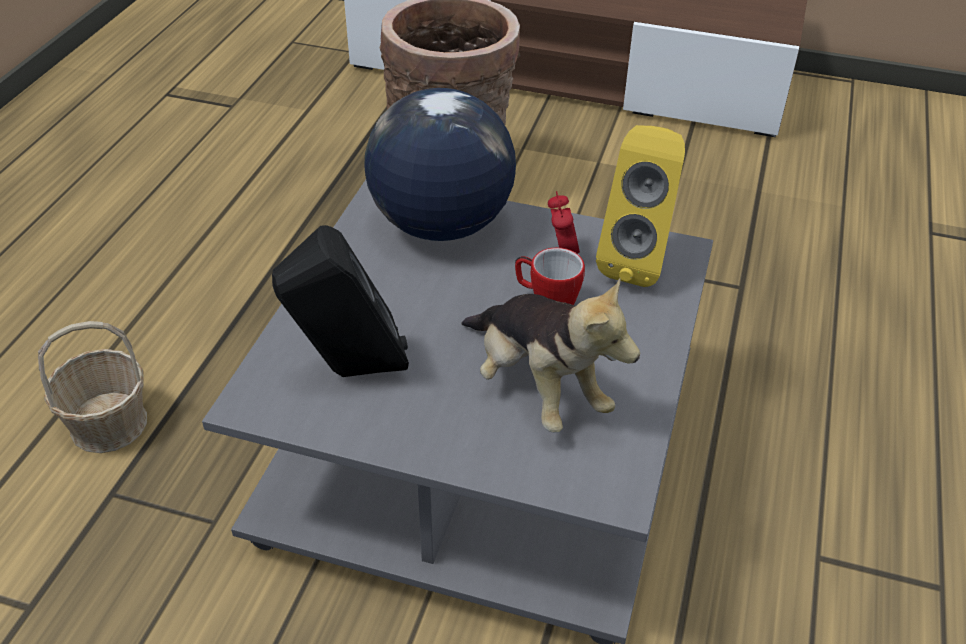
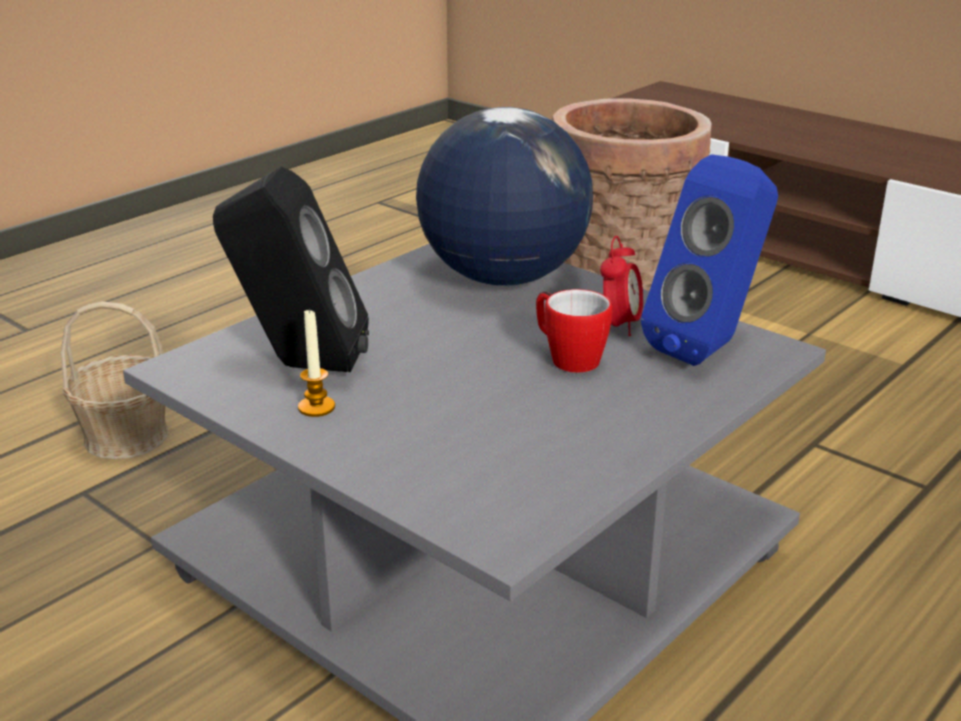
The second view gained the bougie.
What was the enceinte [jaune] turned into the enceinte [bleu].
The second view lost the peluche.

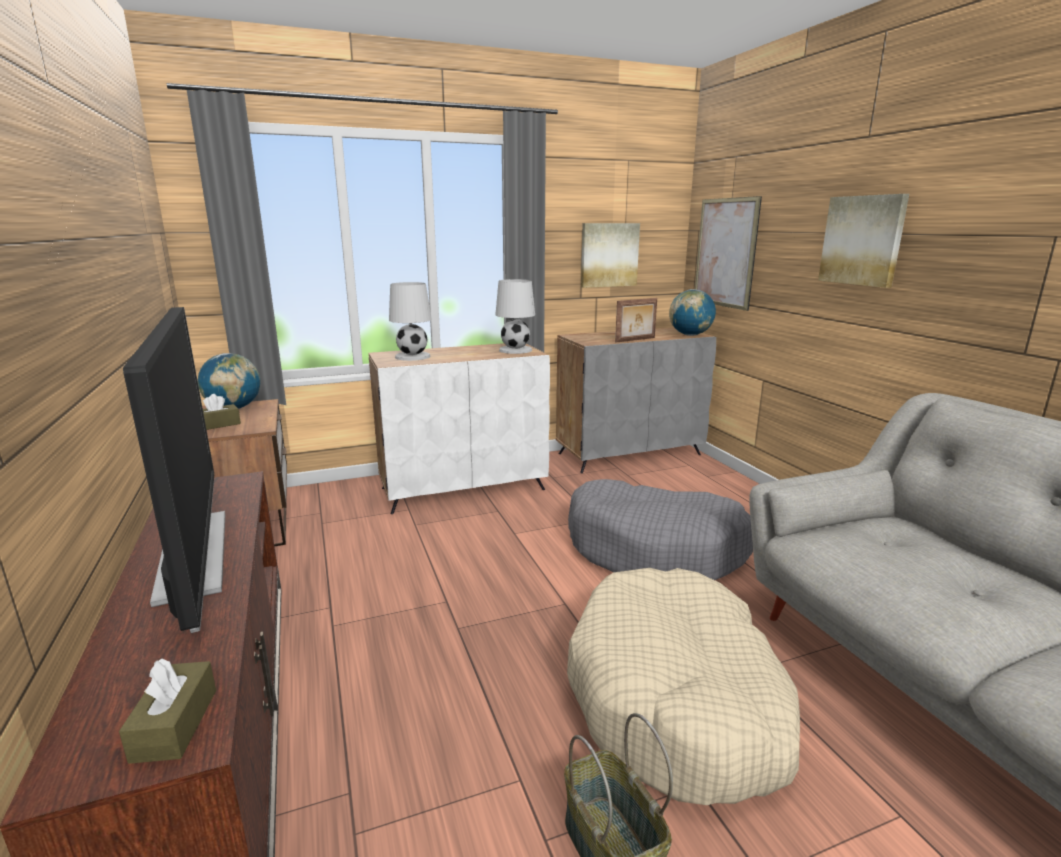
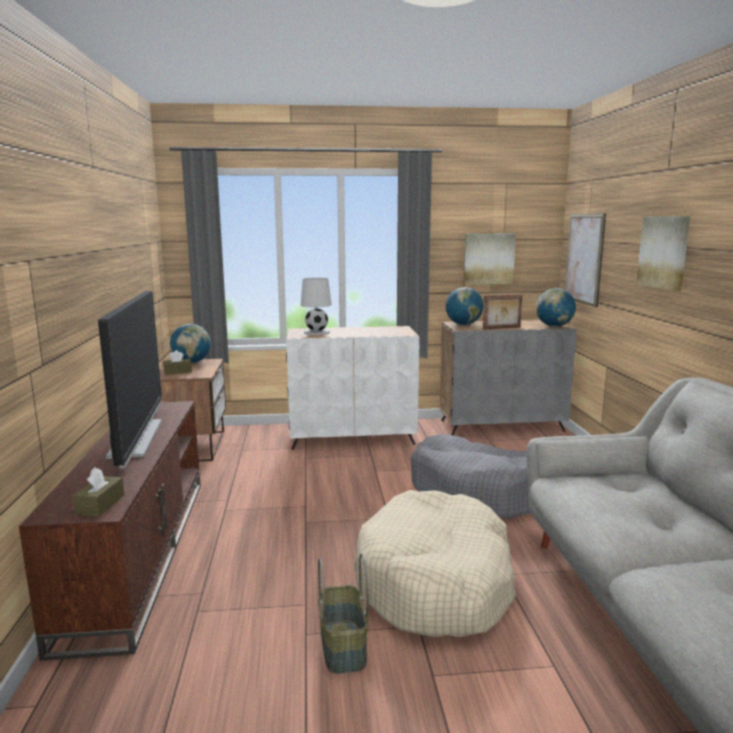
The second view gained the globe (2nd from left).
The second view lost the lampe de table [blanc] (2nd from left).

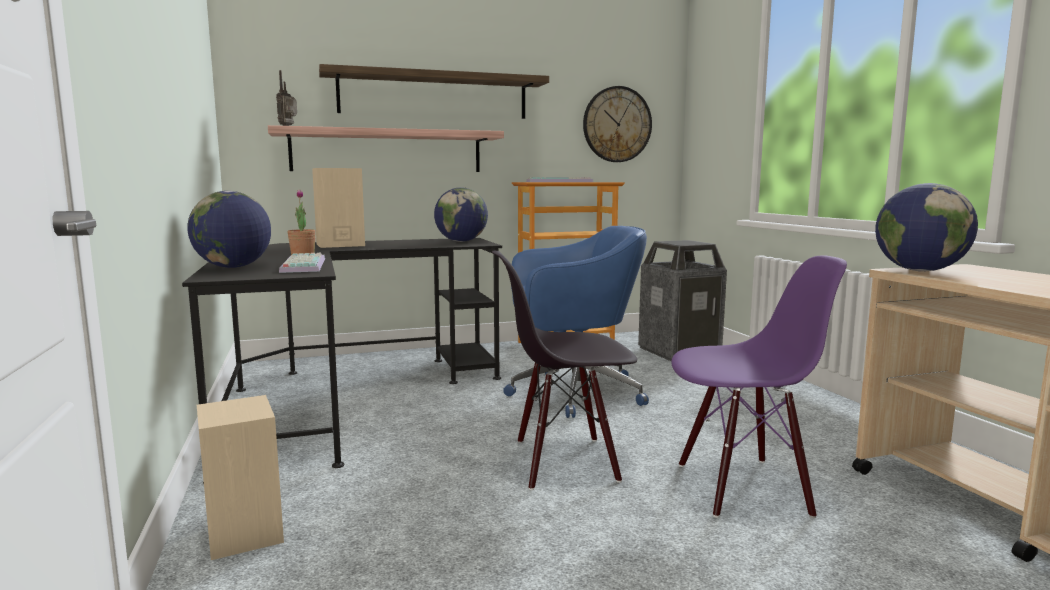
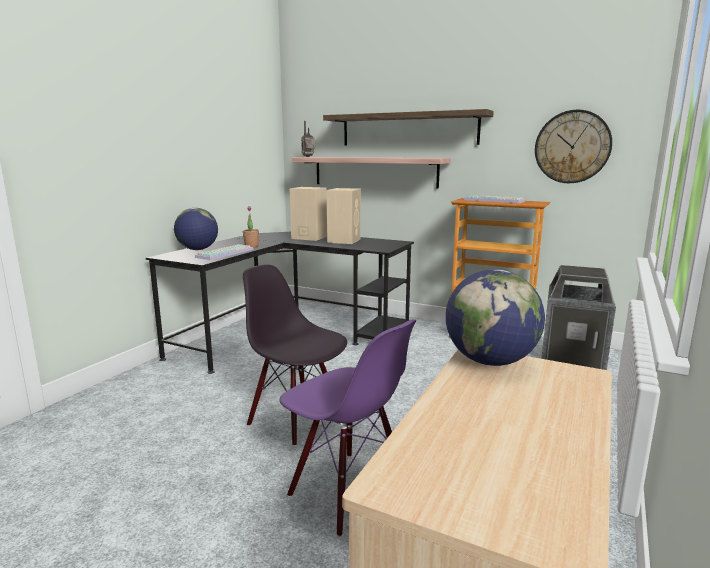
The enceinte [beige] (1st from left in the first image) ended up elsewhere.
The second view lost the globe (2nd from left).
The second view lost the chaise de bureau [bleu].

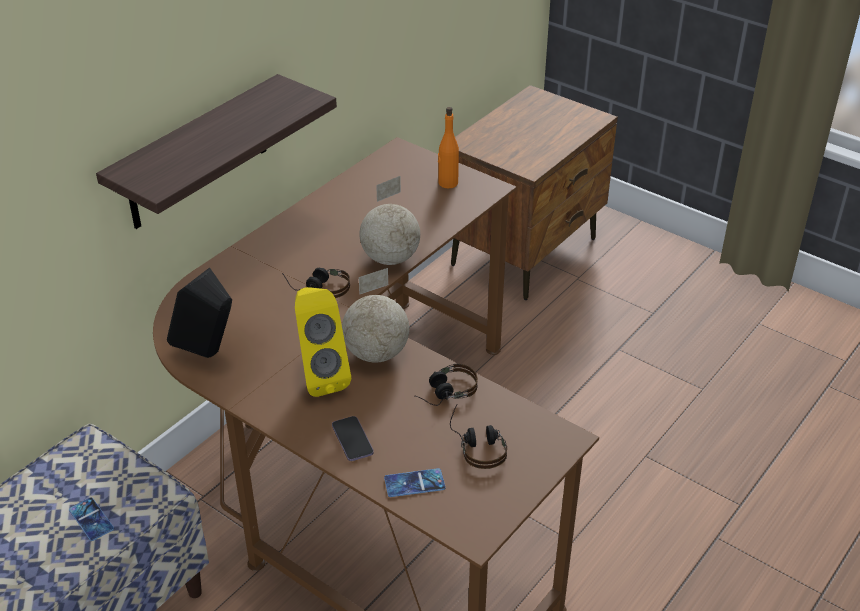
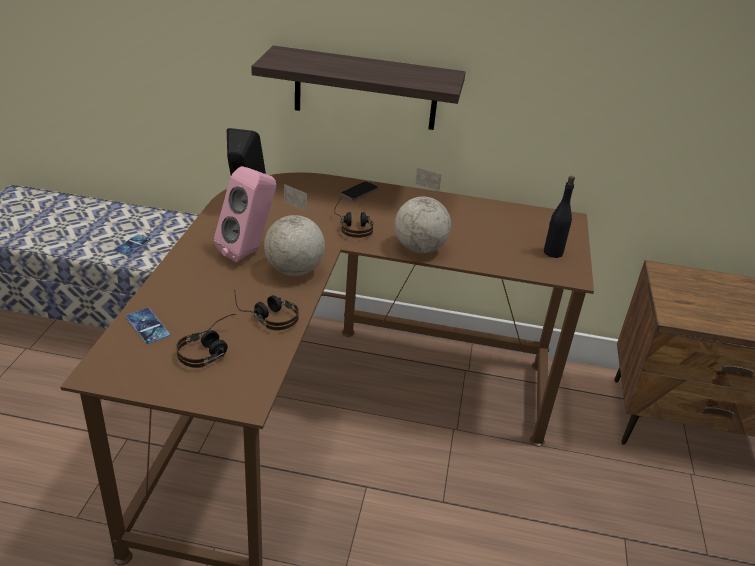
What was the enceinte [jaune] turned into the enceinte [rose].
The téléphone (2nd from left in the first image) ended up elsewhere.
What was the bouteille [orange] turned into the bouteille [noir].

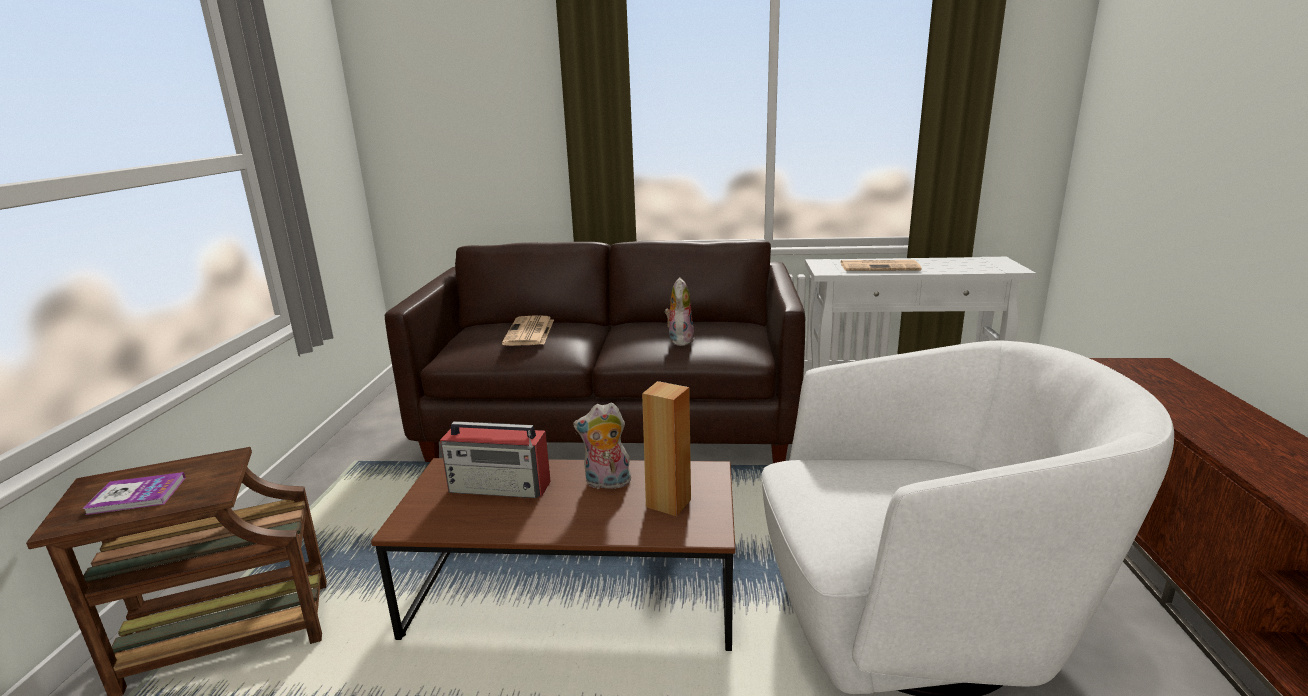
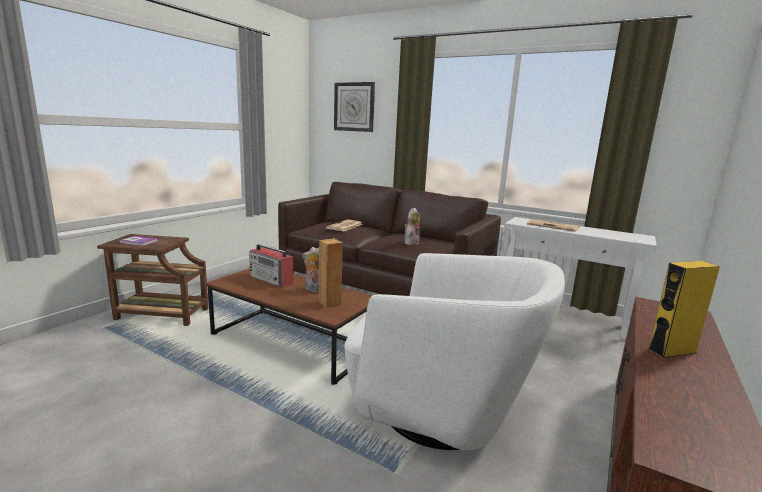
The second view gained the horloge murale.
The second view gained the enceinte [jaune].

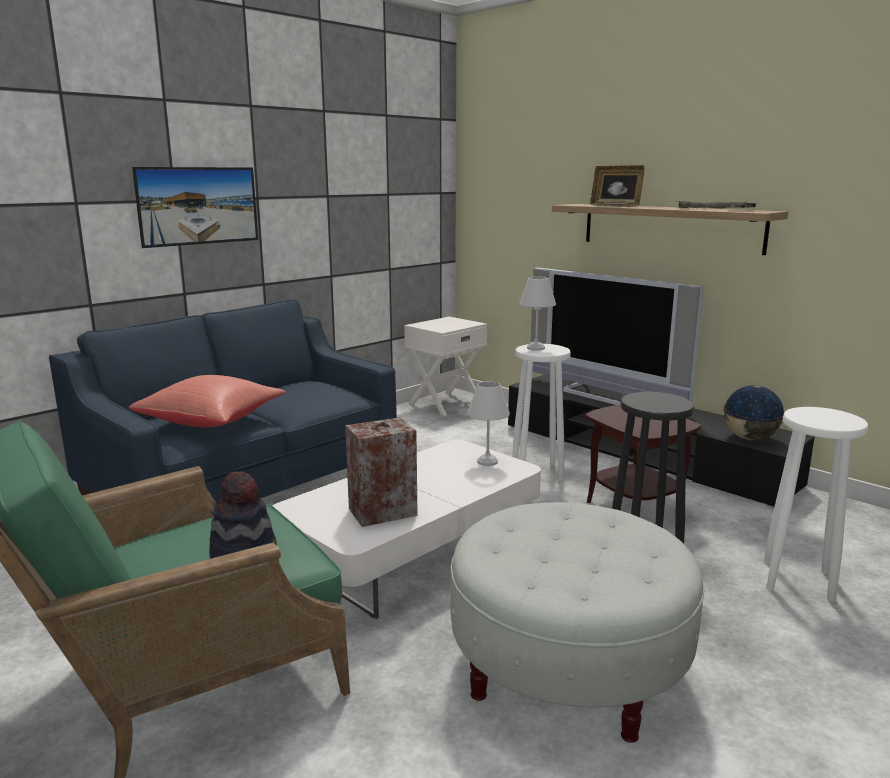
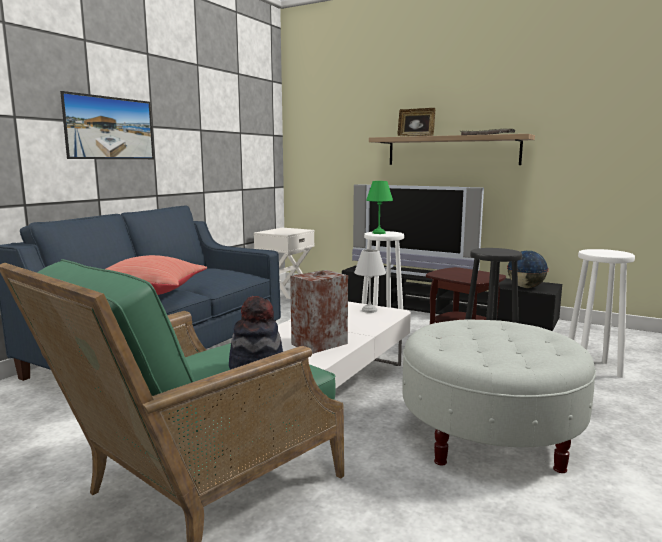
What was the lampe de table [blanc] (2nd from left) turned into the lampe de table [vert].

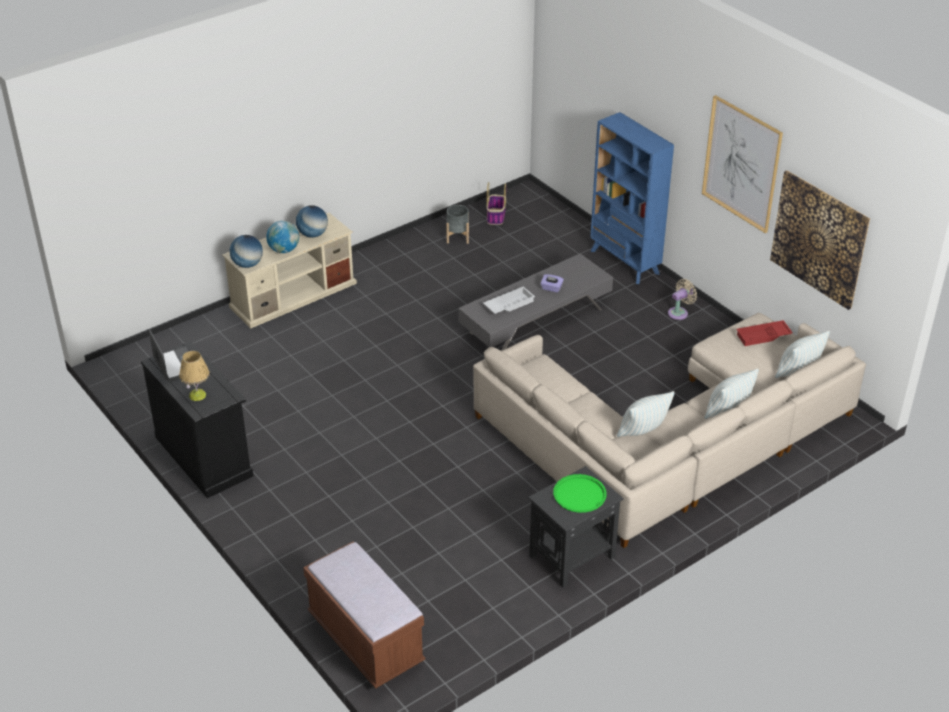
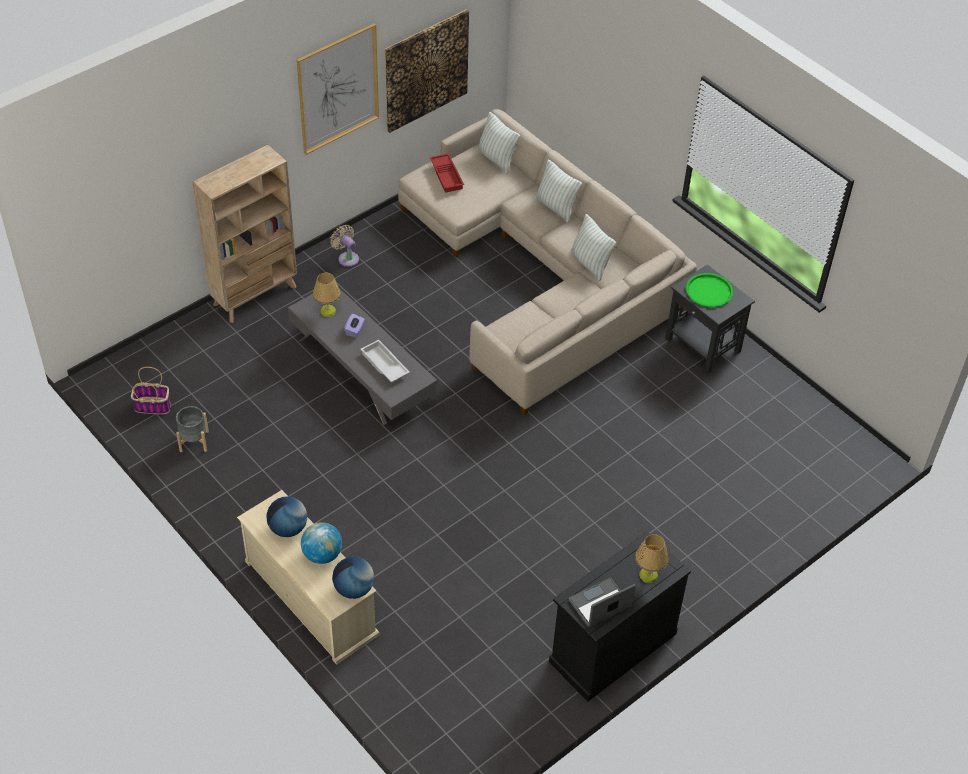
What was the bibliothèque [bleu] turned into the bibliothèque [beige].
The second view gained the lampe de table (1st from left).
The second view lost the banc [marron].

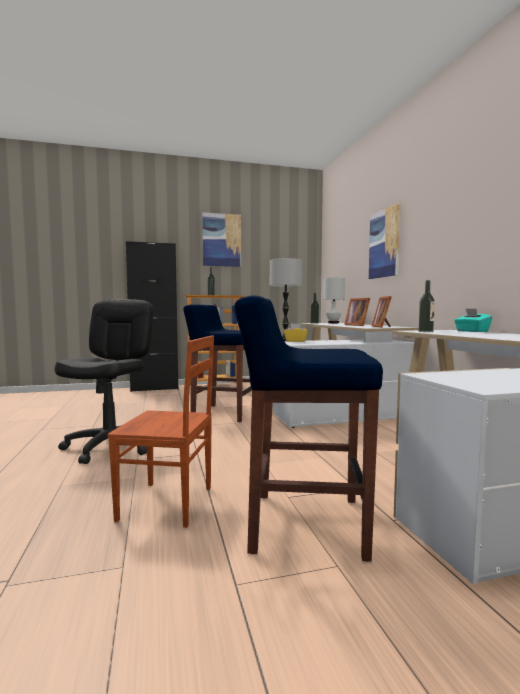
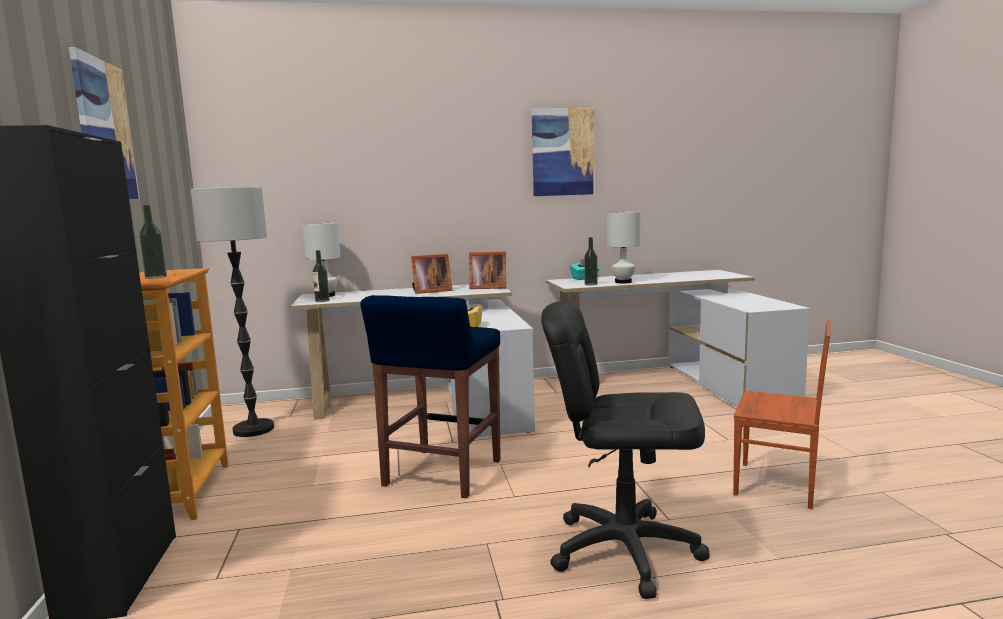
The tableau (2nd from left) ended up elsewhere.
The second view gained the lampe de table [blanc] (2nd from left).
The chaise [marron] ended up facing another way, 105 degrees clockwise from before.
The second view lost the tabouret [bleu] (2nd from left).

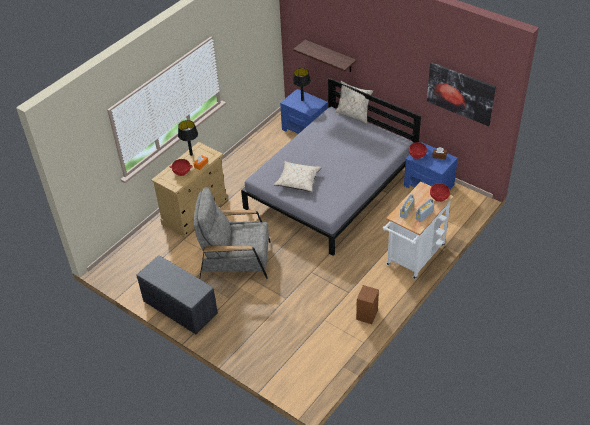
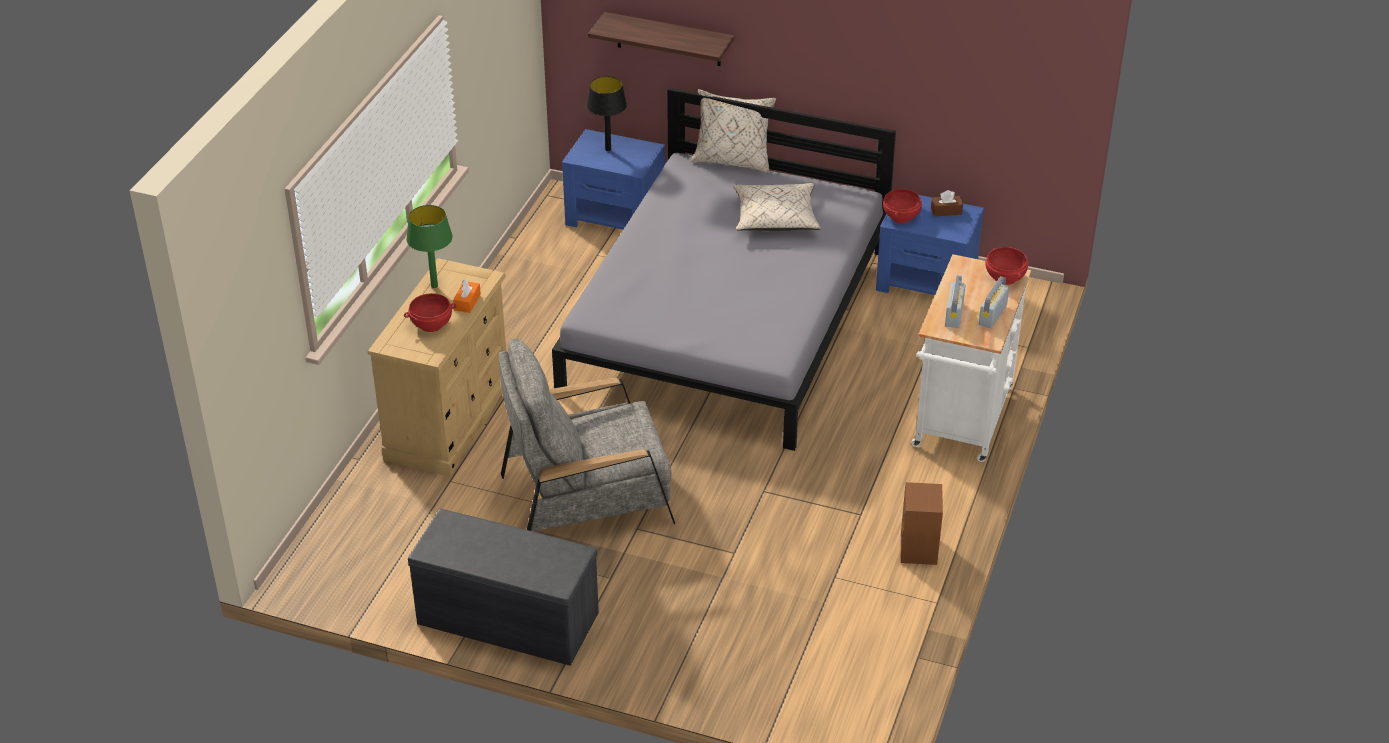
What was the lampe de table [noir] (1st from left) turned into the lampe de table [vert].
The coussin [beige] (1st from left in the first image) ended up elsewhere.
The second view lost the tableau.

